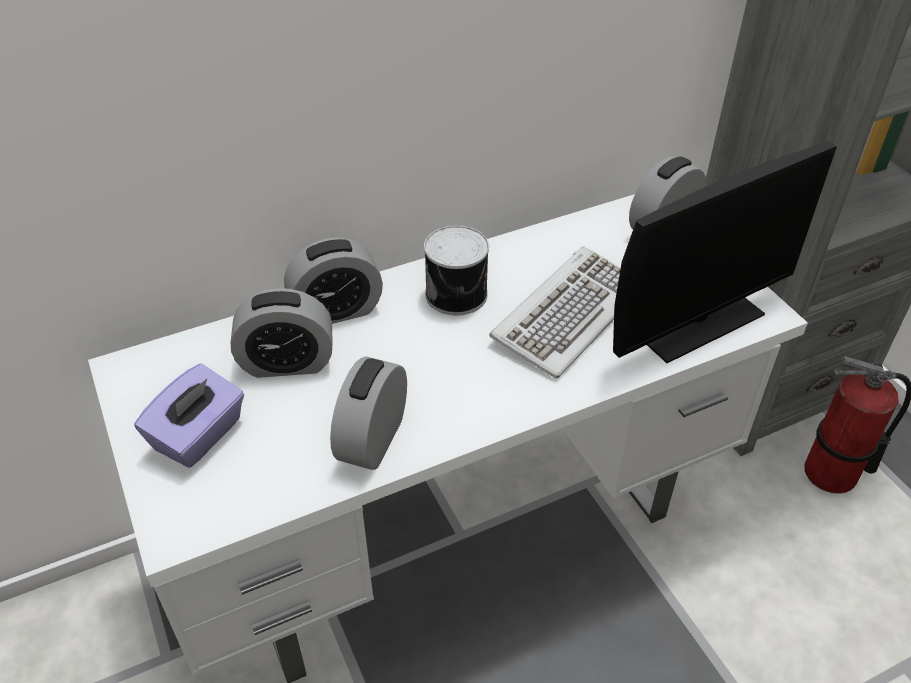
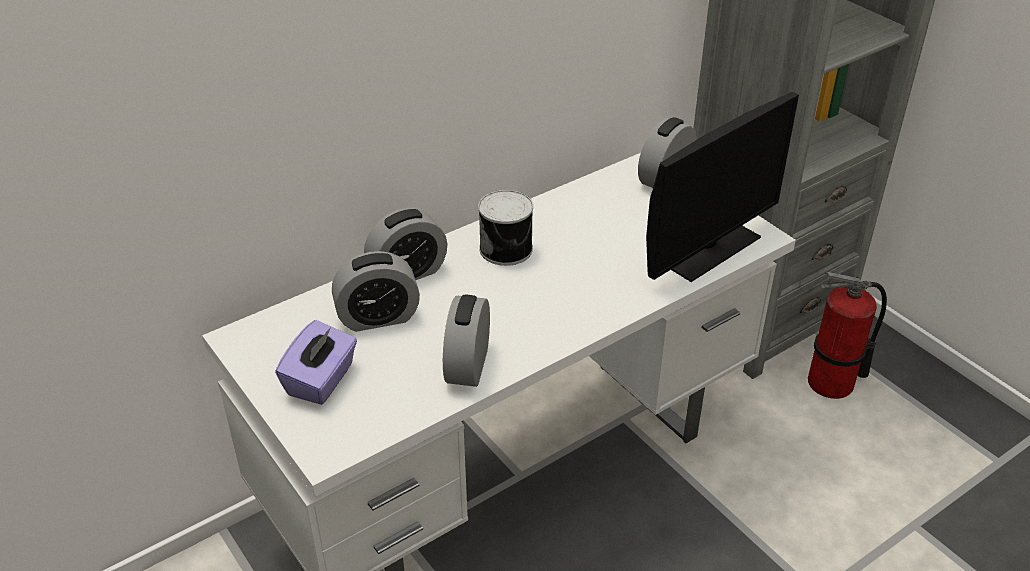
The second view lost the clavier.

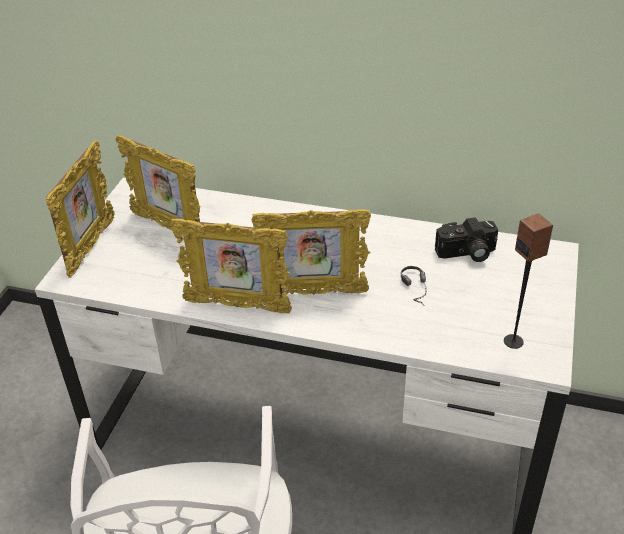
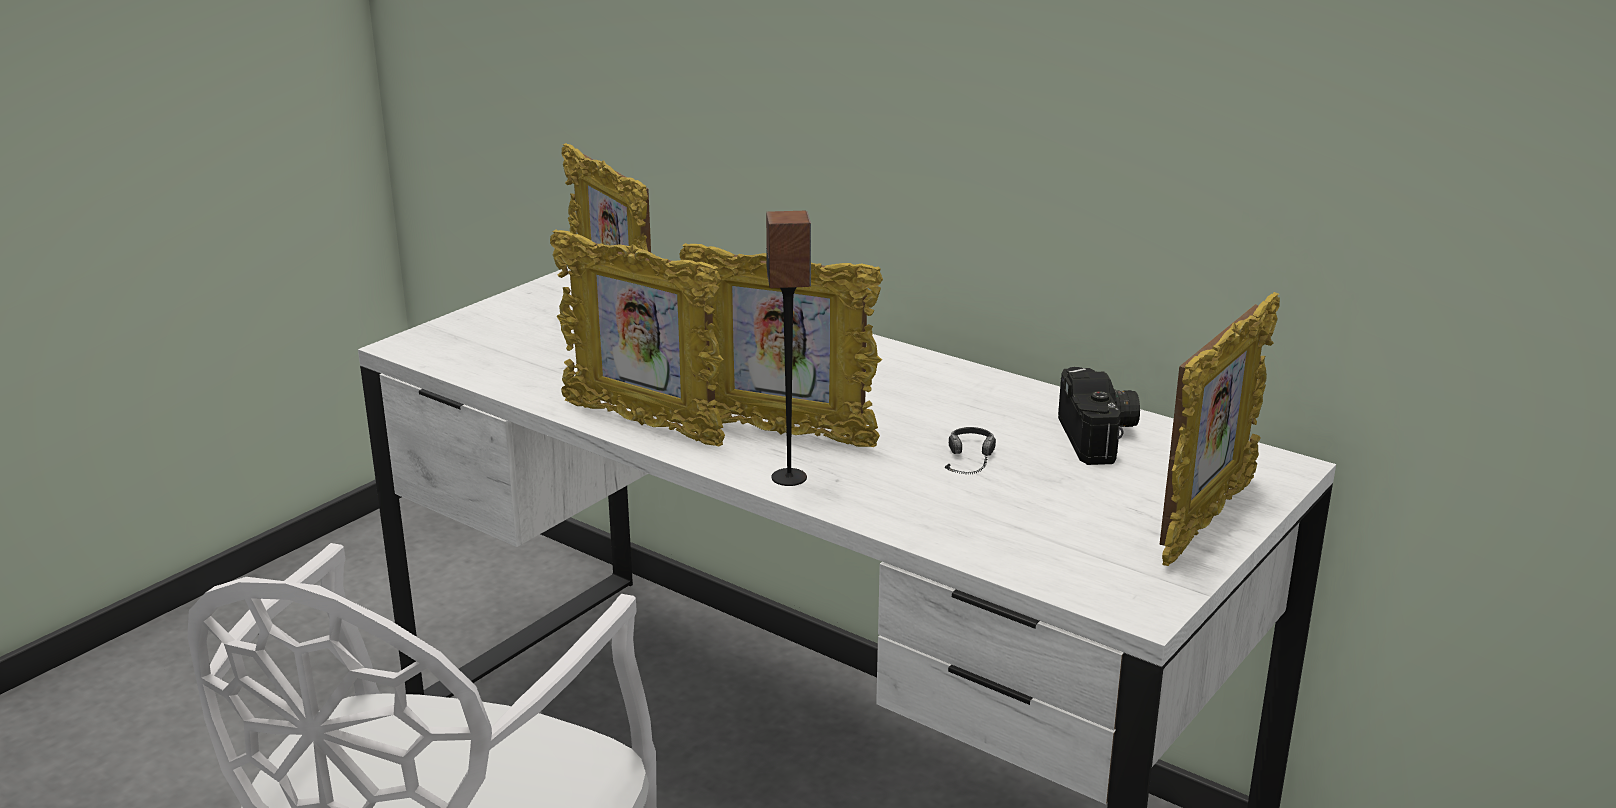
The enceinte ended up elsewhere.
The appareil photo ended up facing another way, 105 degrees counterclockwise from before.
The cadre photo (1st from left in the first image) ended up elsewhere.

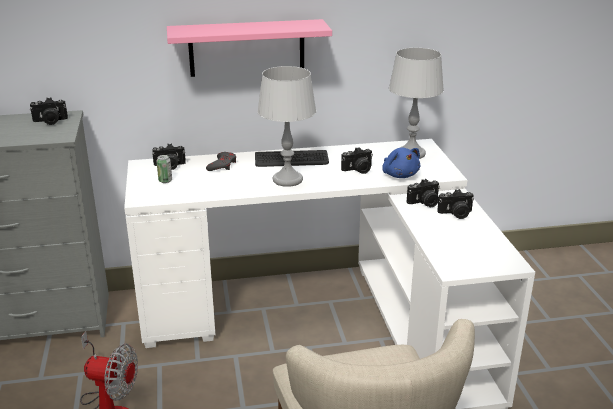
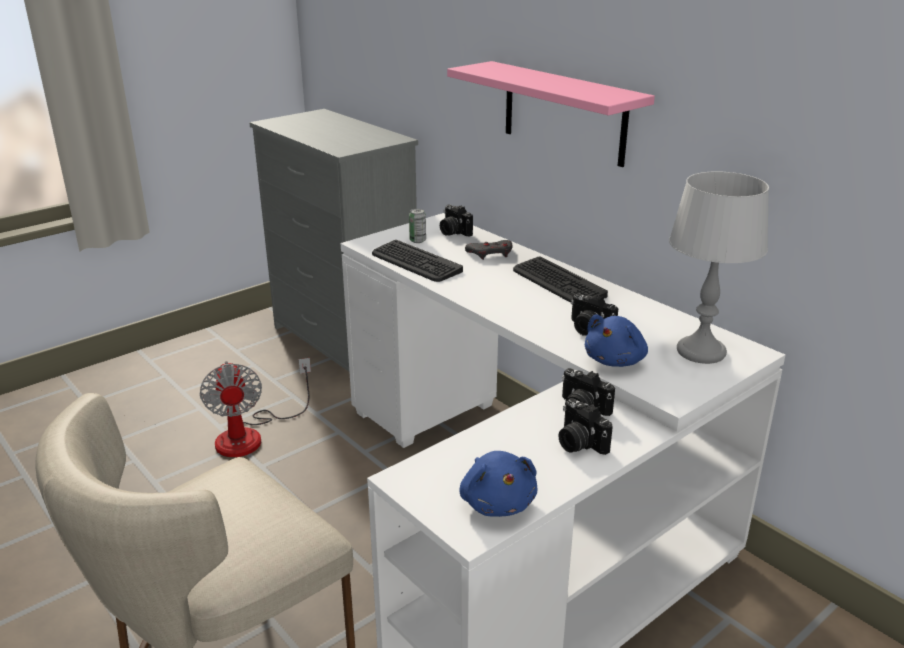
The second view gained the clavier (1st from left).
The second view gained the peluche [bleu] (1st from left).
The second view lost the appareil photo (1st from left).
The second view lost the lampe de table [gris] (1st from left).

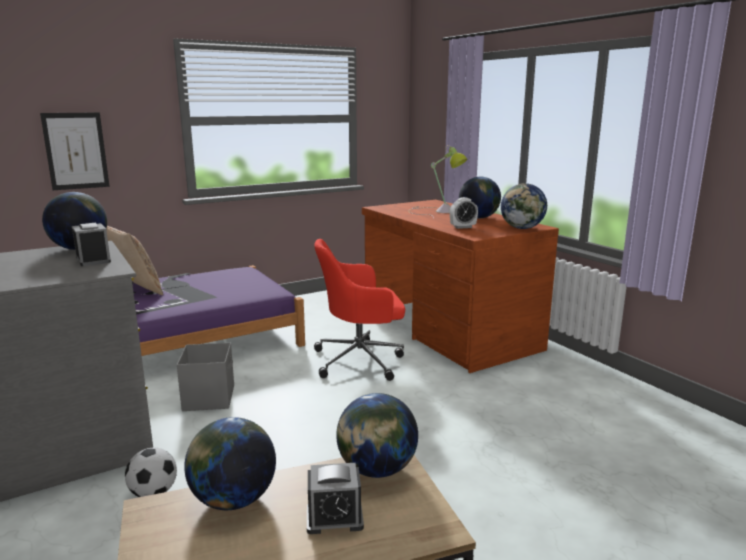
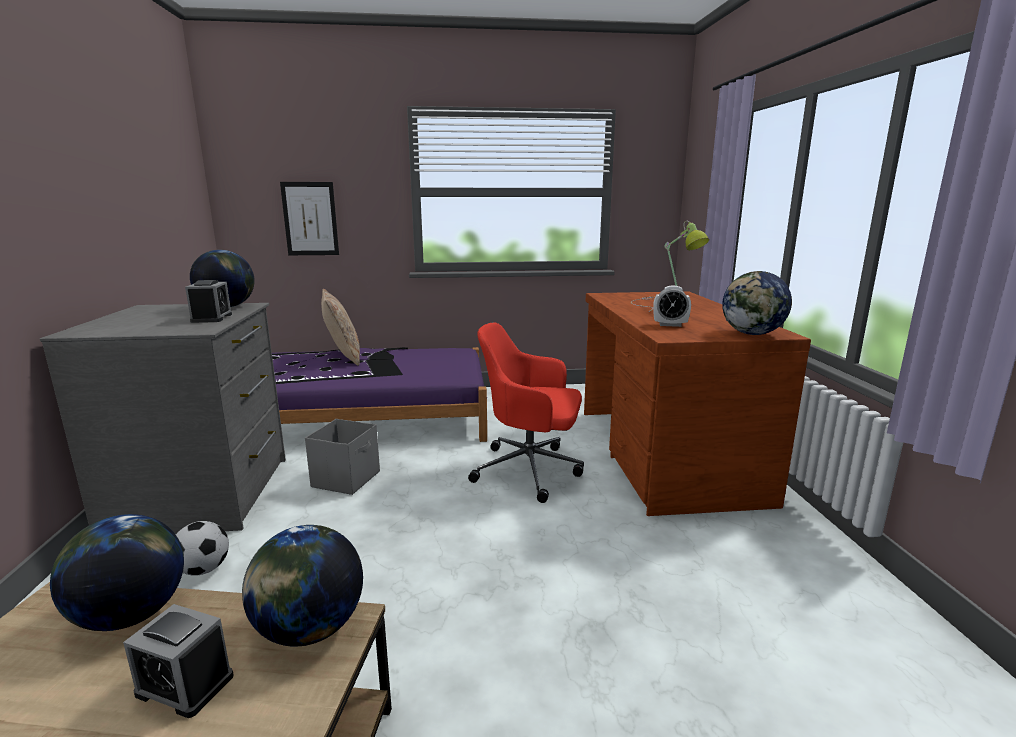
The second view lost the globe (4th from left).

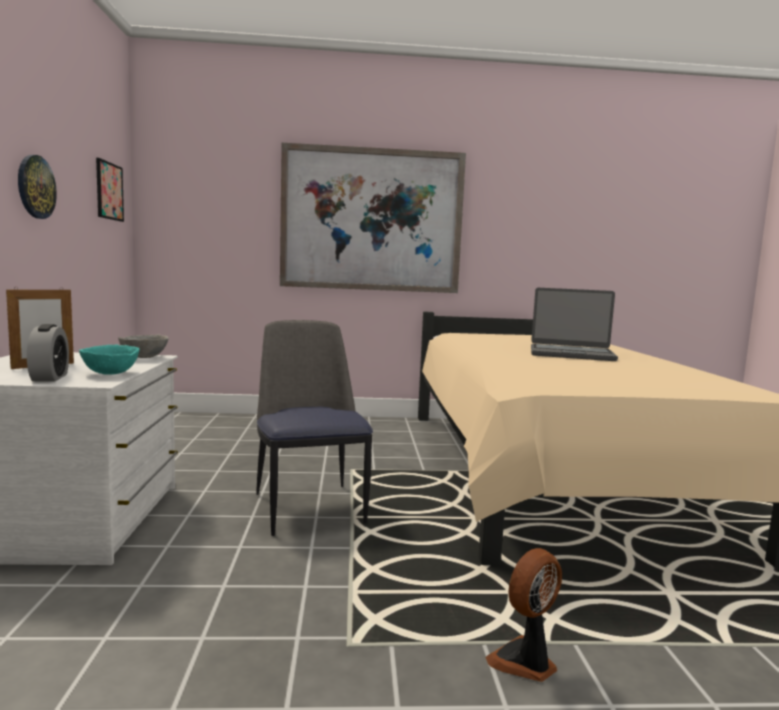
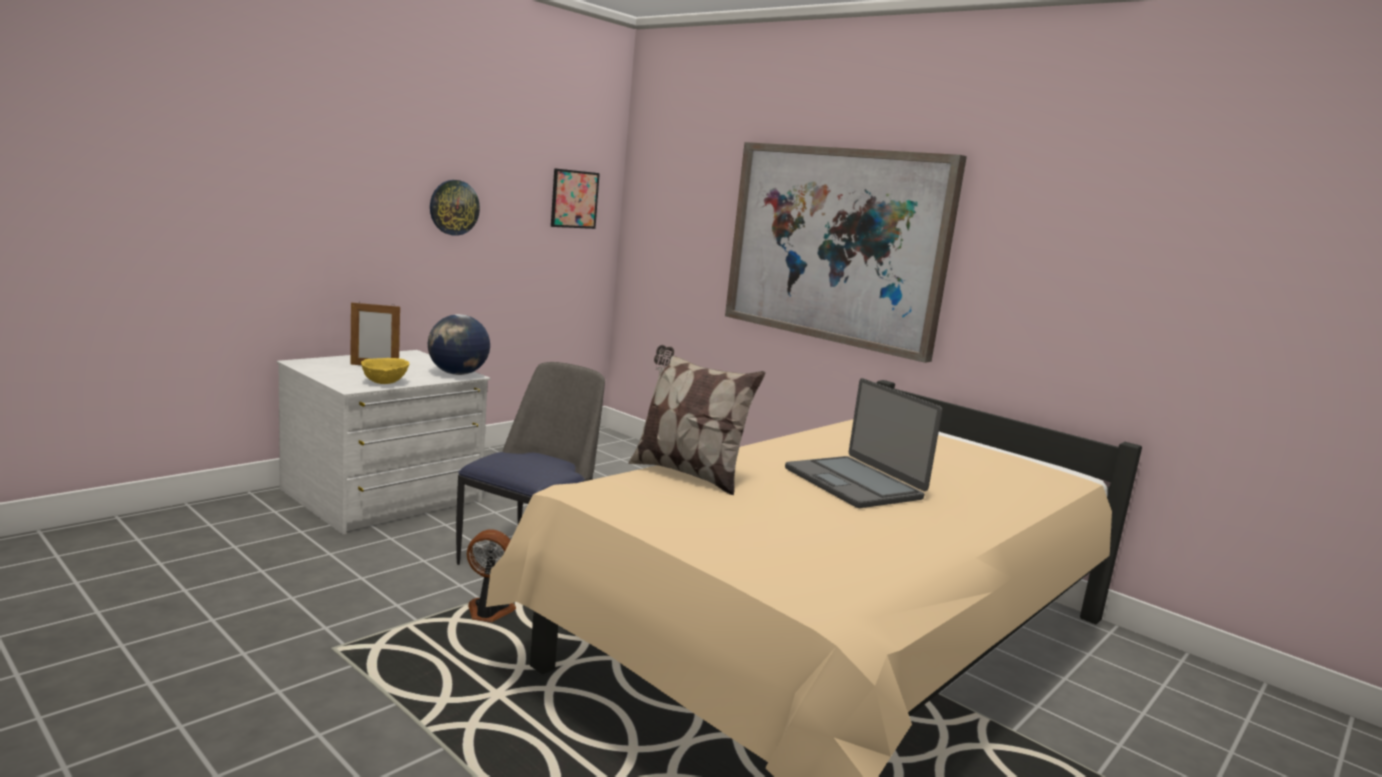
What was the bol [turquoise] turned into the bol [jaune].
Where the bol [gris] stood, the globe came to stand.
The ventilateur ended up elsewhere.
The second view gained the coussin.
The second view lost the réveil.

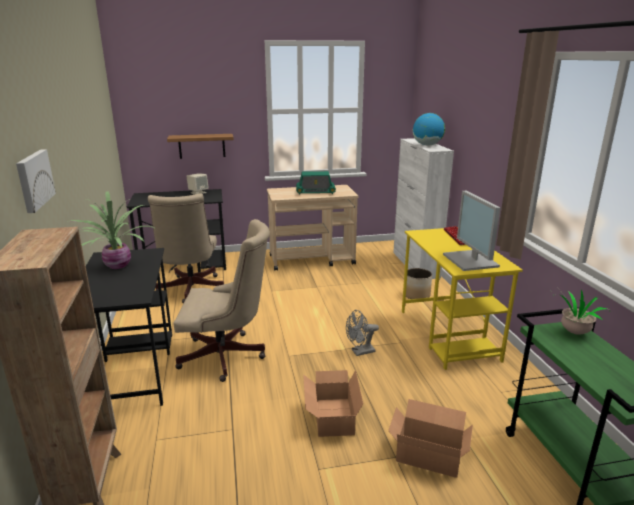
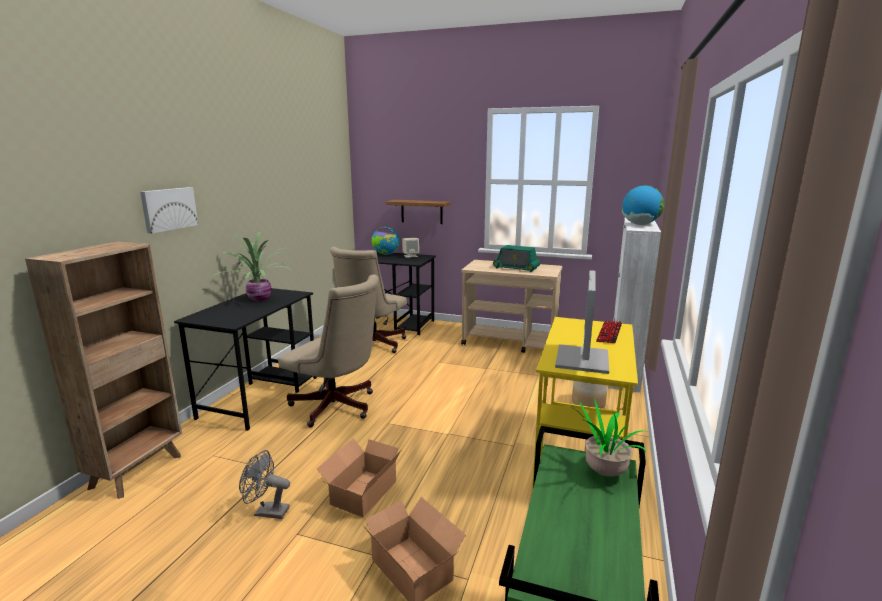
The ventilateur [gris] ended up elsewhere.
The second view gained the globe (1st from left).

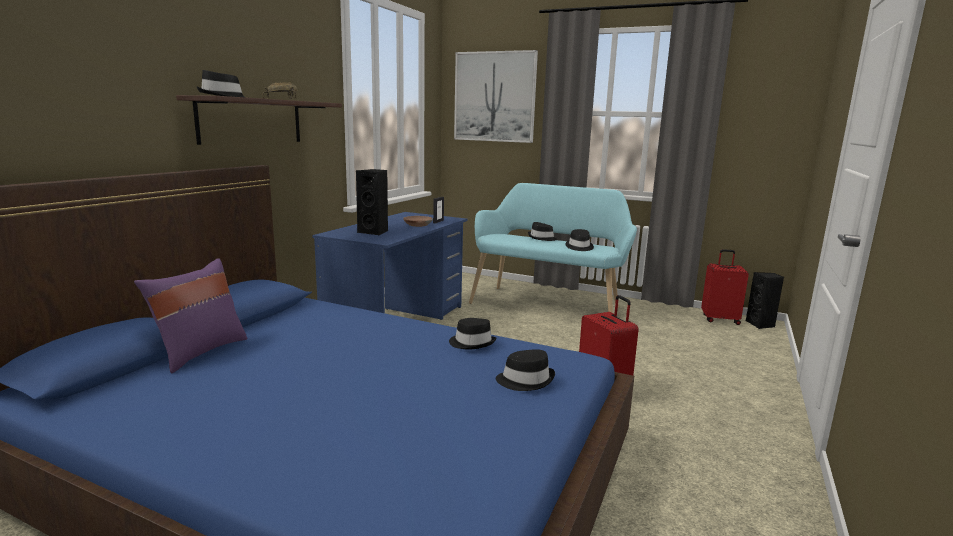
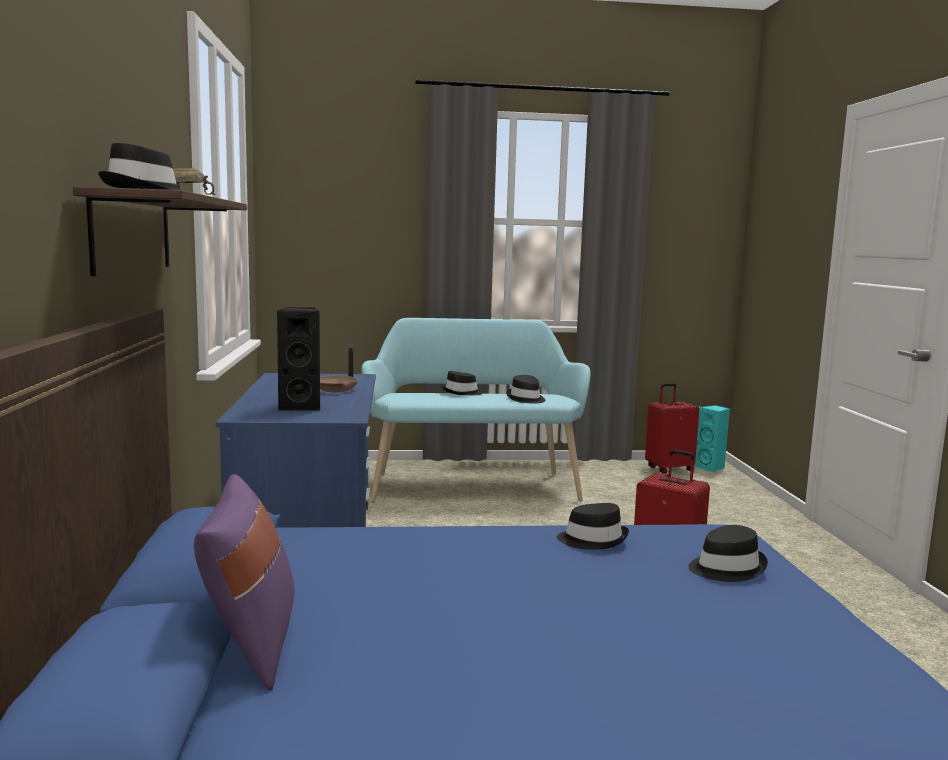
What was the enceinte [noir] (2nd from left) turned into the enceinte [turquoise].
The second view lost the tableau.

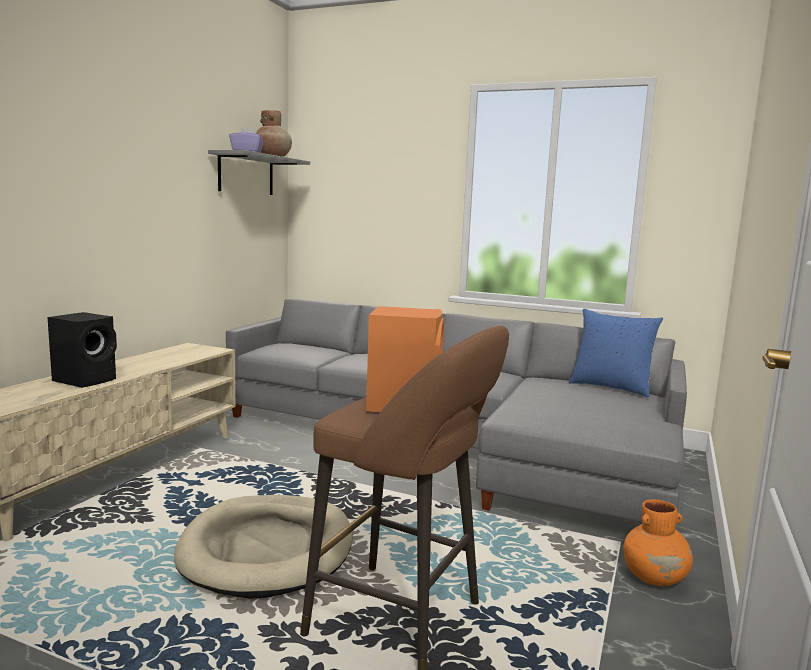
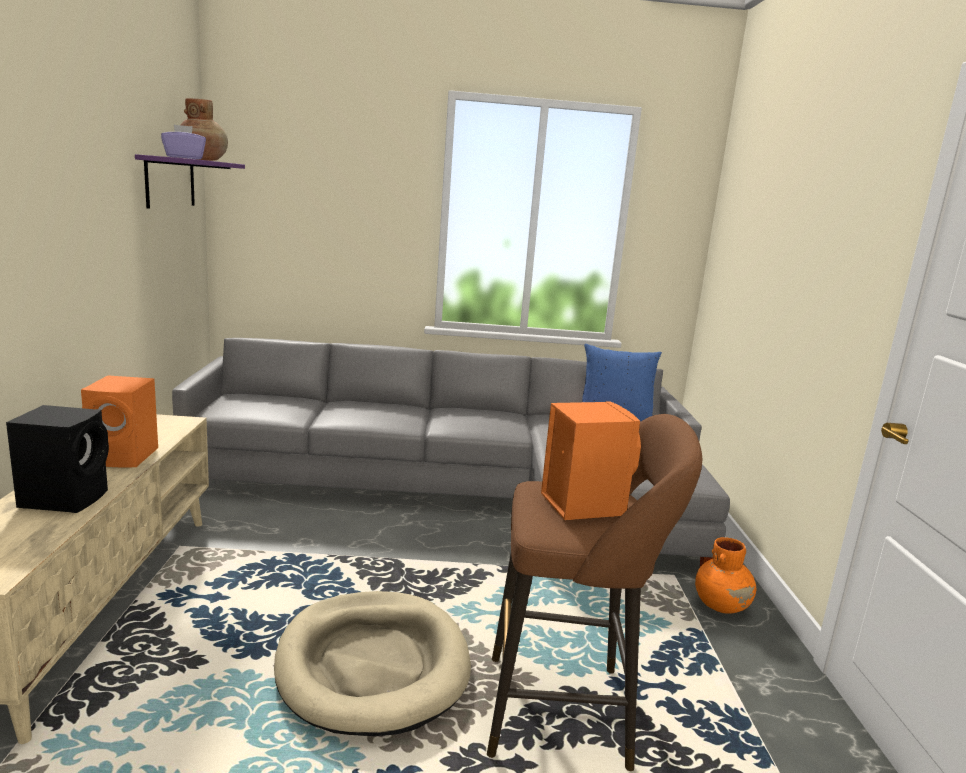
The second view gained the enceinte [orange] (1st from left).
What was the étagère [gris] turned into the étagère [violet].

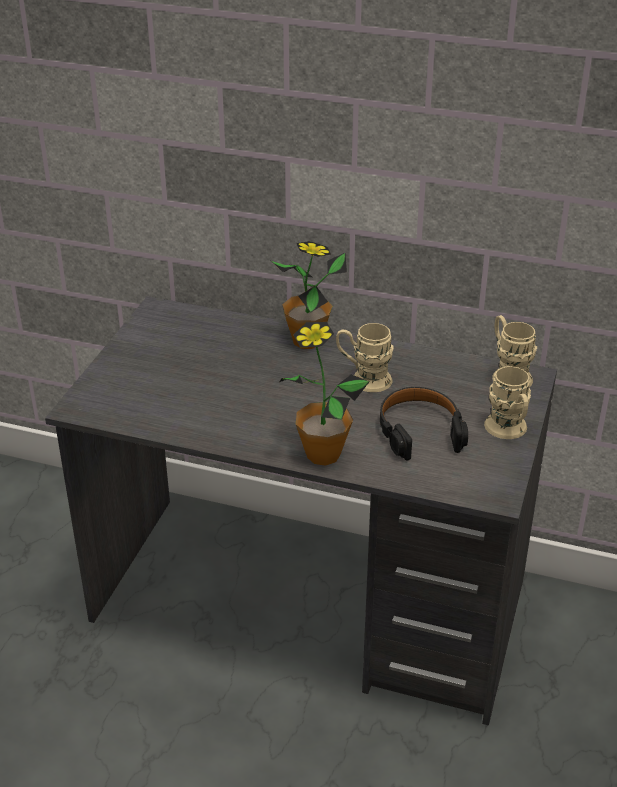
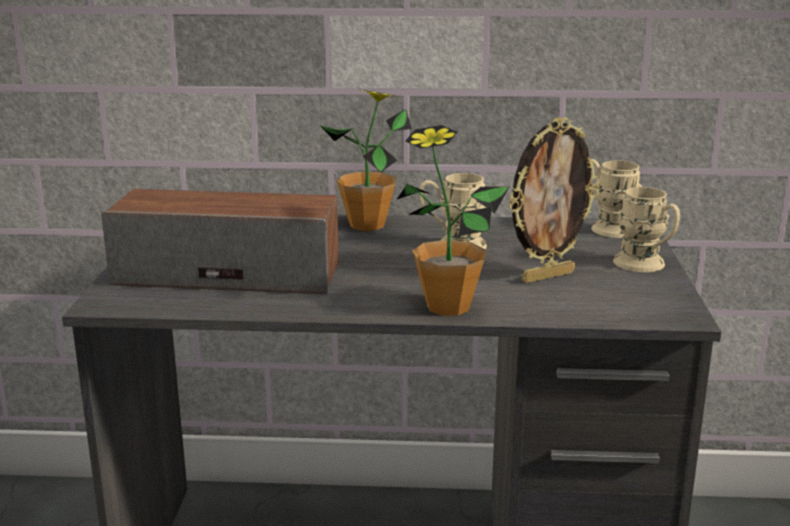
The second view gained the enceinte.
Where the casque audio [noir] stood, the cadre photo came to stand.

